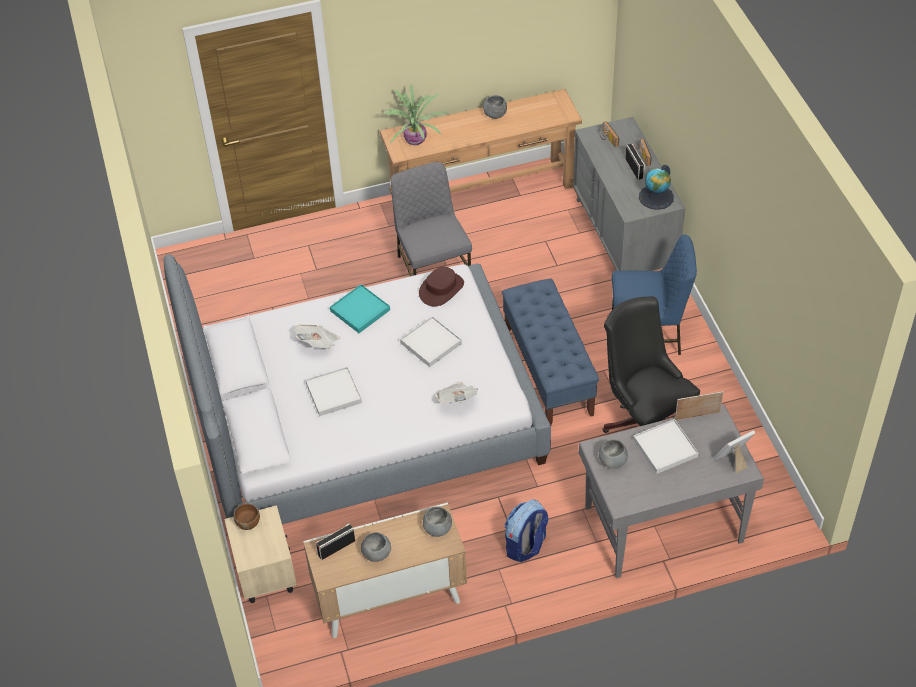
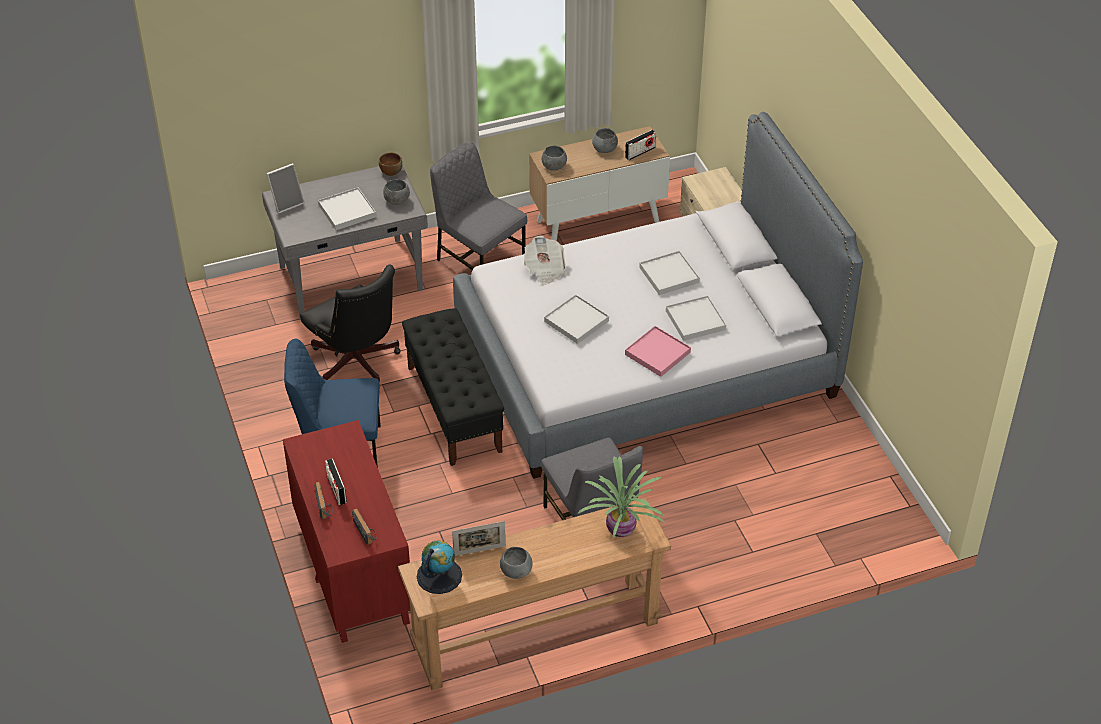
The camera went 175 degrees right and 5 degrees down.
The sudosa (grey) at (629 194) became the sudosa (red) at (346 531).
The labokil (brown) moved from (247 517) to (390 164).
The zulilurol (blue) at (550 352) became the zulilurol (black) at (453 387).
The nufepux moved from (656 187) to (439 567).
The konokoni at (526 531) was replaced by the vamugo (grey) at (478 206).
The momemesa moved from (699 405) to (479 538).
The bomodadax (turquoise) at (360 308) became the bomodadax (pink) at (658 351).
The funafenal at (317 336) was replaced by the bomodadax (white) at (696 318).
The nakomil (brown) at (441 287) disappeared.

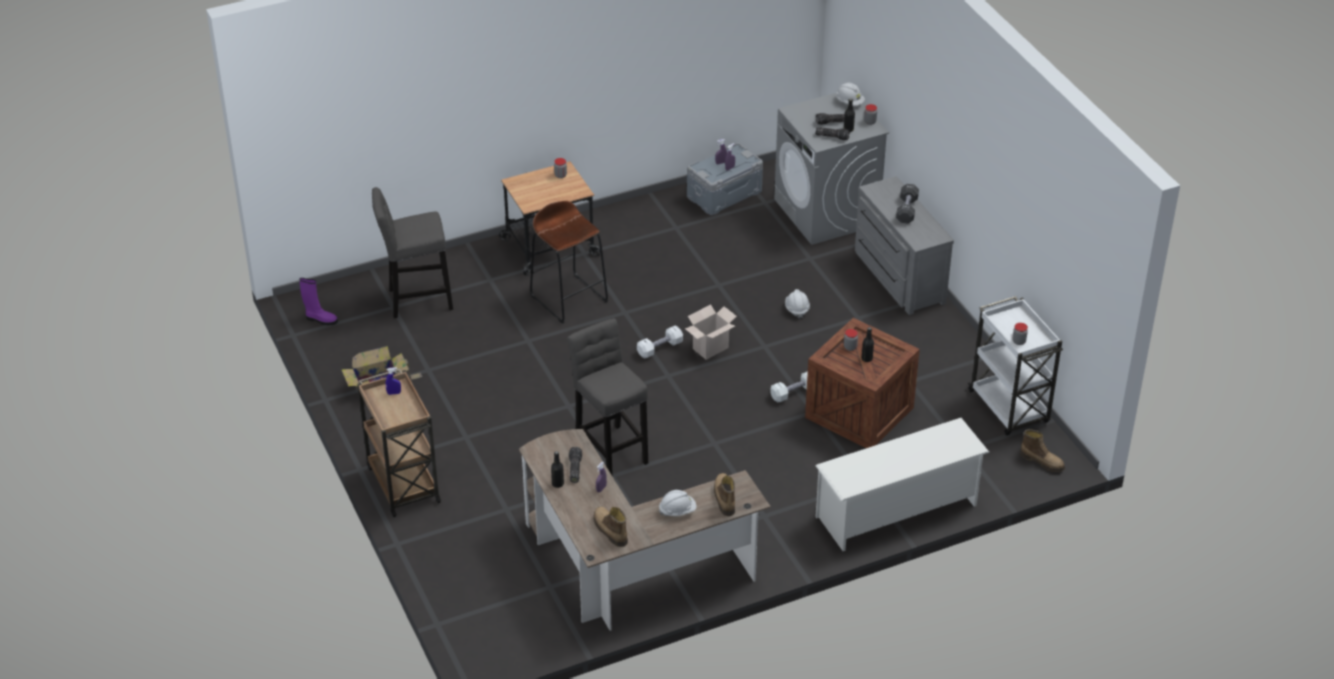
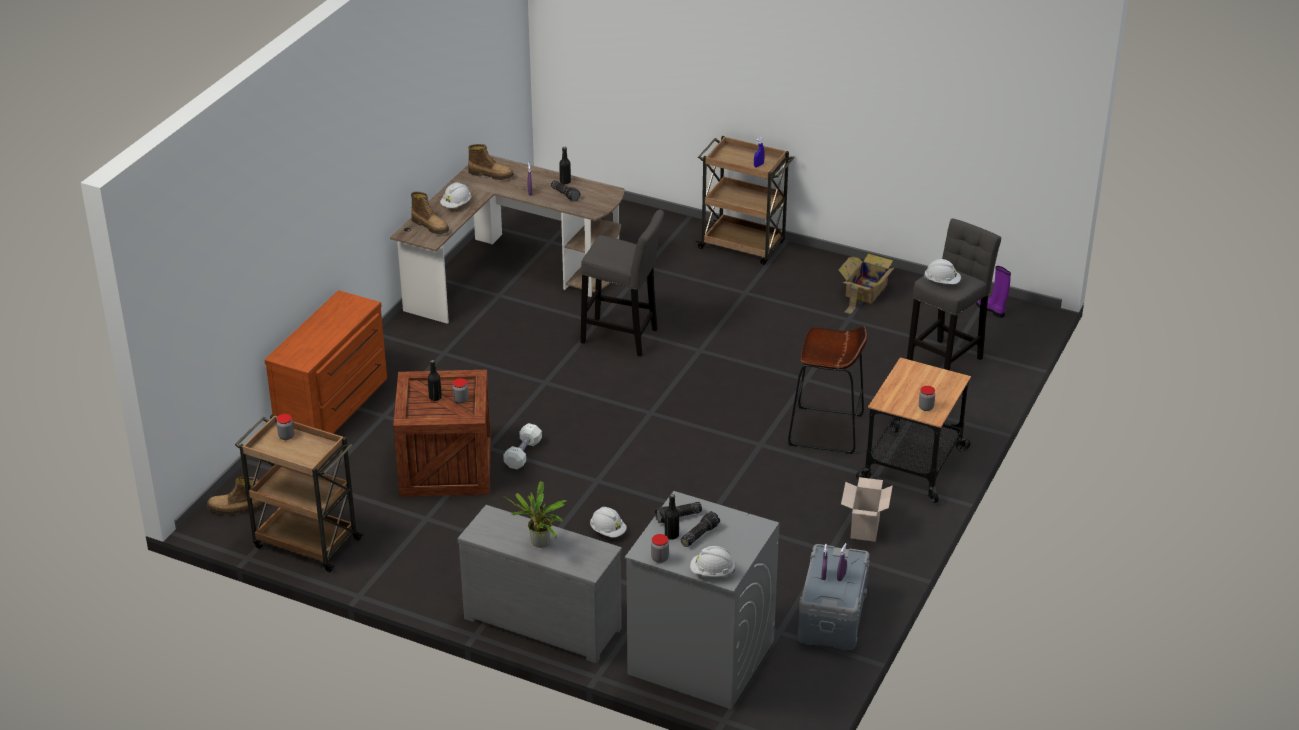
The camera went 140 degrees right and 5 degrees down.
The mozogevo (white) at (1015 365) became the mozogevo (brown) at (299 493).
The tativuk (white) at (902 484) was replaced by the sudosa (brown) at (325 362).
The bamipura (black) at (907 203) was replaced by the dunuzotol at (535 514).
The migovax moved from (711 332) to (867 509).
The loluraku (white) at (942 271) appeared.
The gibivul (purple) at (318 301) turned 75 degrees clockwise.
The bamipura (white) at (660 342) disappeared.

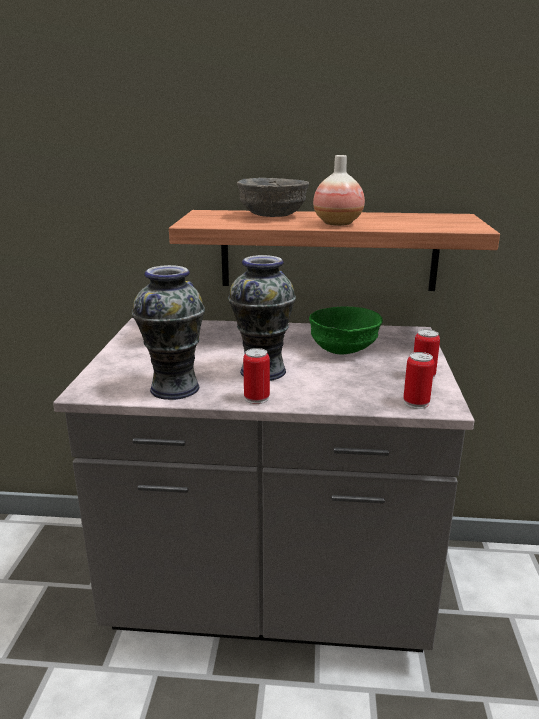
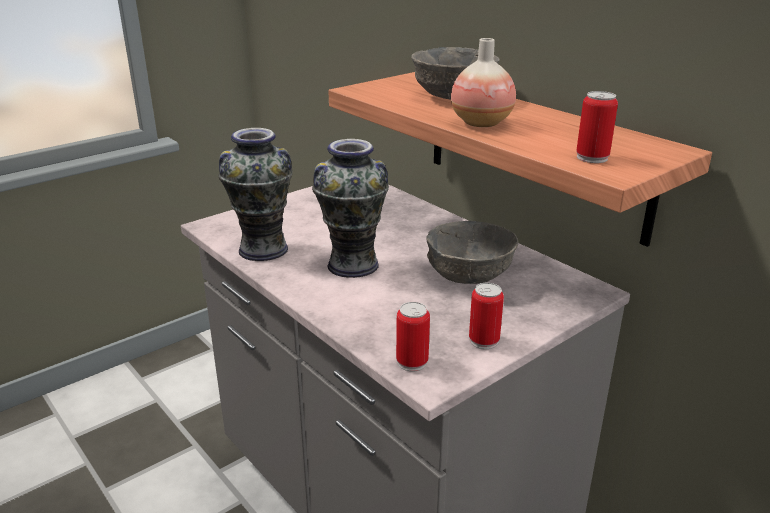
The camera went 45 degrees right and 5 degrees up.
The labokil (green) at (346 330) became the labokil (grey) at (472 252).
The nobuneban moved from (256 376) to (597 127).

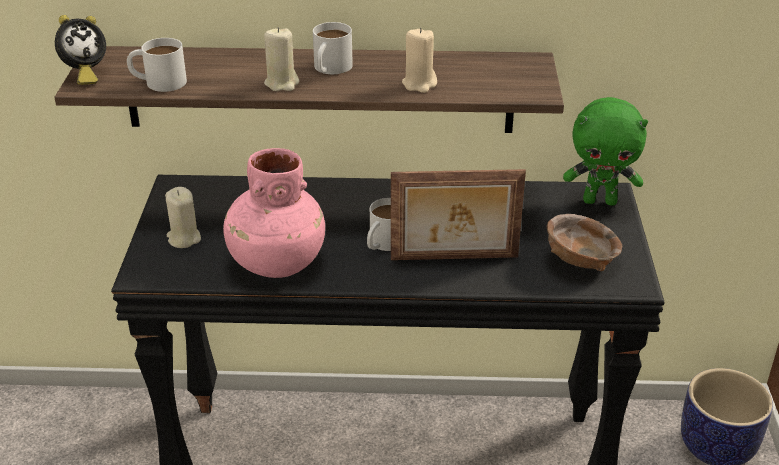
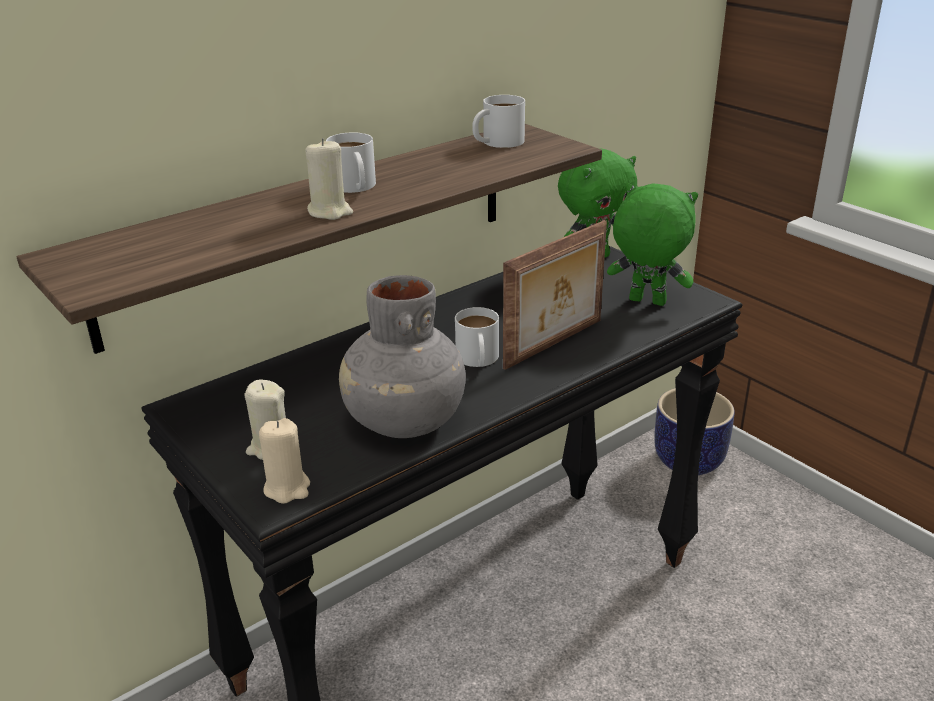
The camera went 40 degrees left and 5 degrees down.
The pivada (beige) moved from (419 60) to (284 461).
The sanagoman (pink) at (274 213) became the sanagoman (grey) at (402 356).
The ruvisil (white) moved from (157 65) to (498 121).
The labokil (brown) at (584 242) was replaced by the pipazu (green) at (652 244).
The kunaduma at (80 50) disappeared.

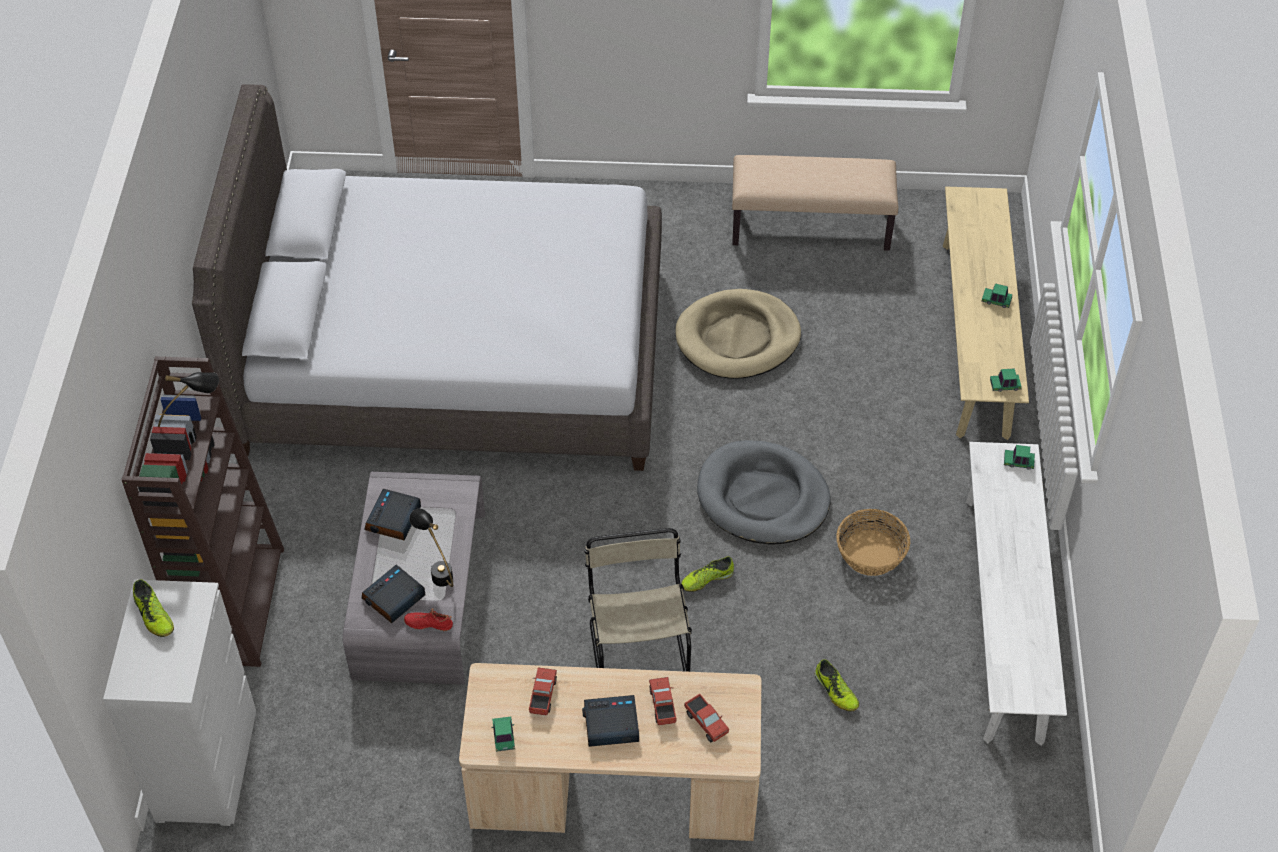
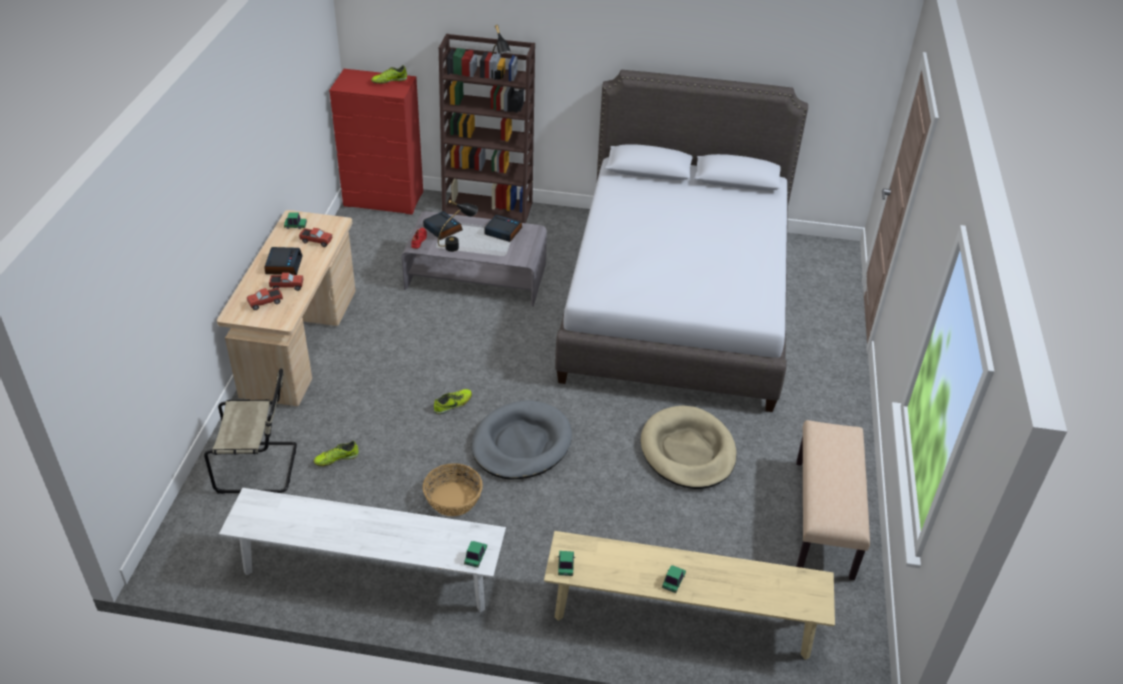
The camera went 95 degrees right and 10 degrees down.
The vamugo (beige) moved from (638 600) to (250 431).
The sudosa (white) at (179 702) became the sudosa (red) at (376 142).
The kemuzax at (707 574) turned 75 degrees clockwise.

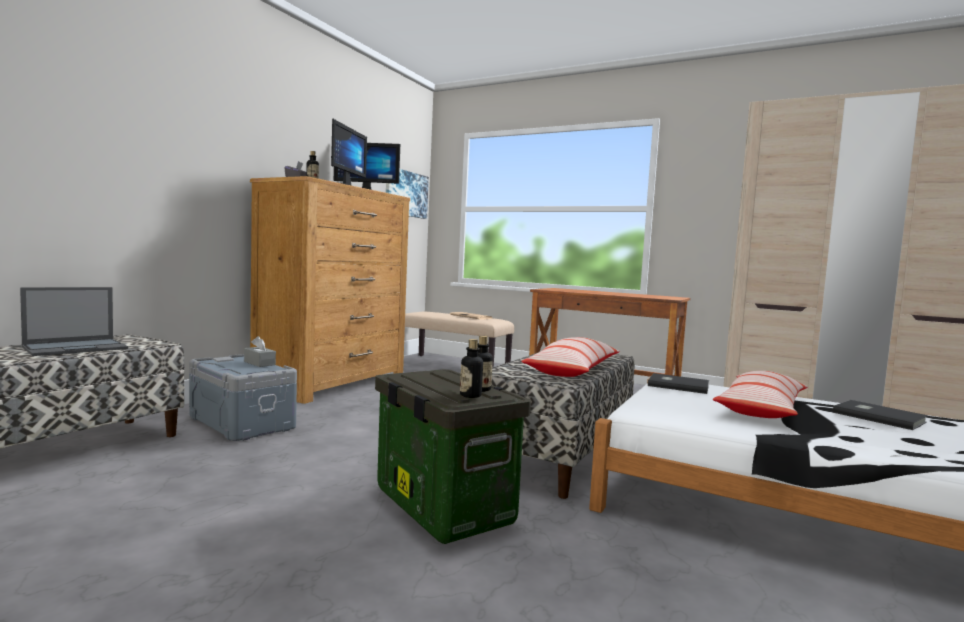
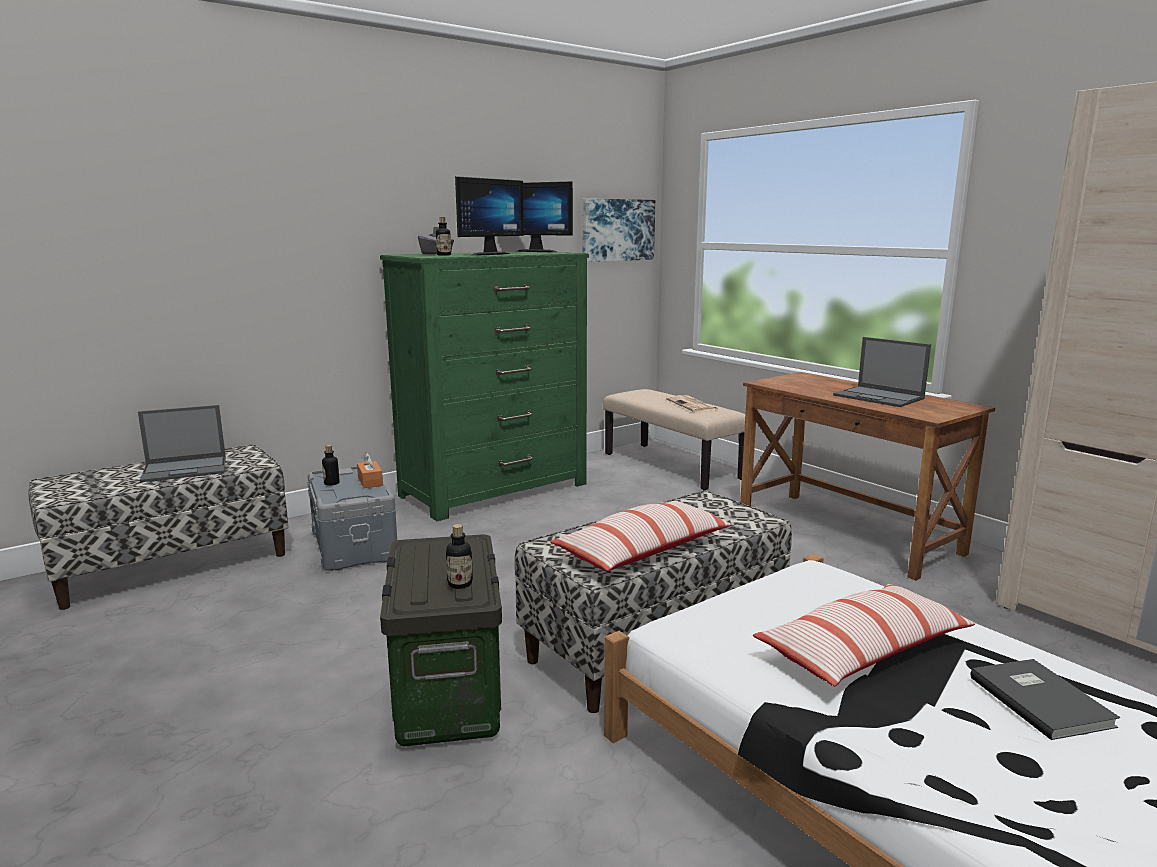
The camera went 25 degrees right and 10 degrees up.
The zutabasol moved from (471 368) to (331 465).
The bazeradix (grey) at (260 351) became the bazeradix (orange) at (370 470).
The sudosa (brown) at (330 290) became the sudosa (green) at (484 386).
The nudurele at (882 372) appeared.
The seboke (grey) at (678 383) disappeared.

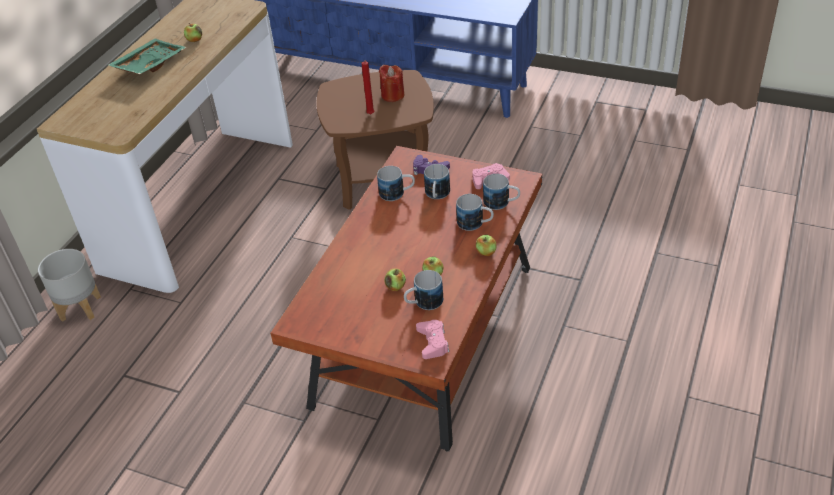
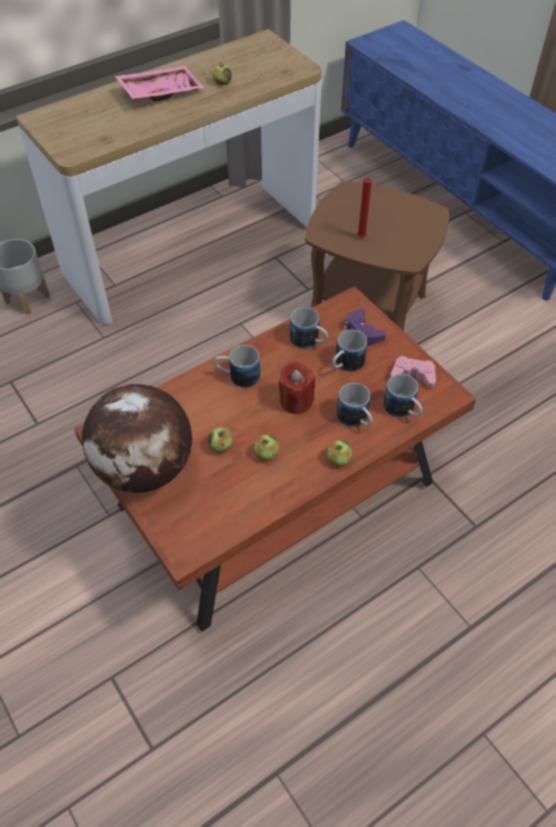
The camera went 30 degrees right and 10 degrees up.
The nufepux at (137 438) appeared.
The bomodadax (green) at (147 56) became the bomodadax (pink) at (159 84).
The ruvisil moved from (423 290) to (237 366).
The pivada (red) moved from (392 83) to (296 387).
The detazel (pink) at (432 339) disappeared.

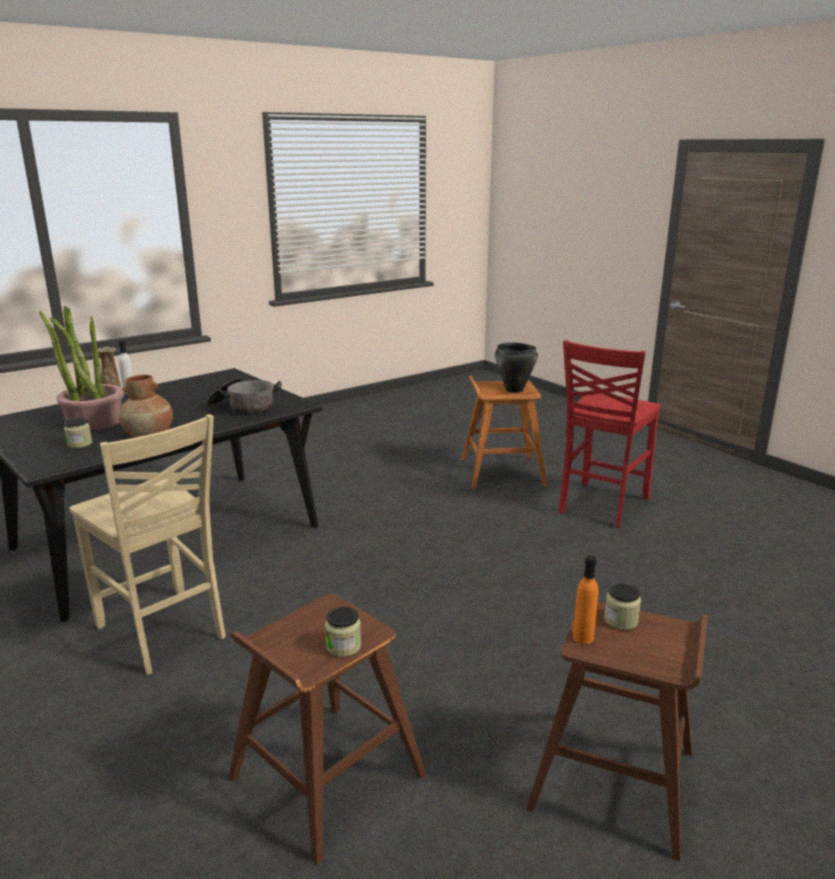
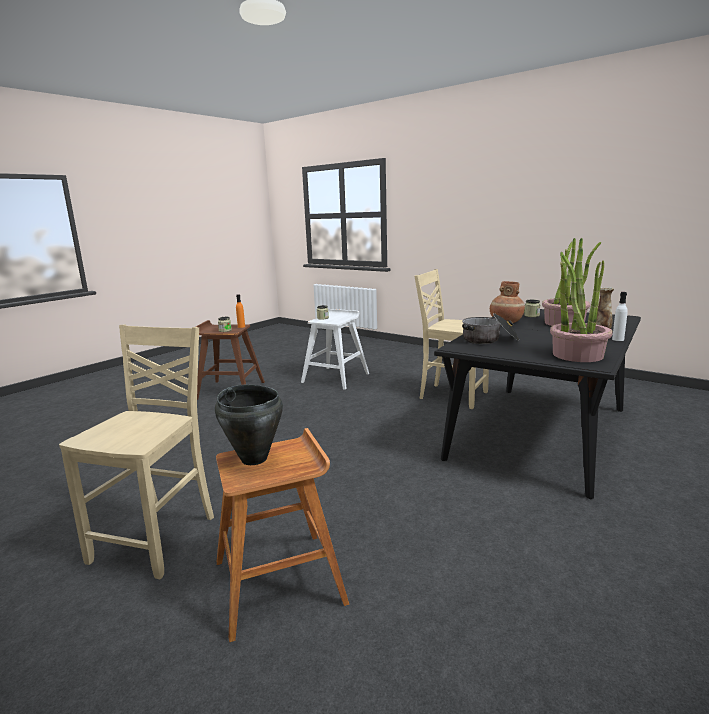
The camera went 165 degrees right and 5 degrees down.
The vamugo (red) at (610 434) became the vamugo (beige) at (136 451).
The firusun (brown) at (327 729) became the firusun (white) at (335 349).
The dunuzotol at (581 304) appeared.

